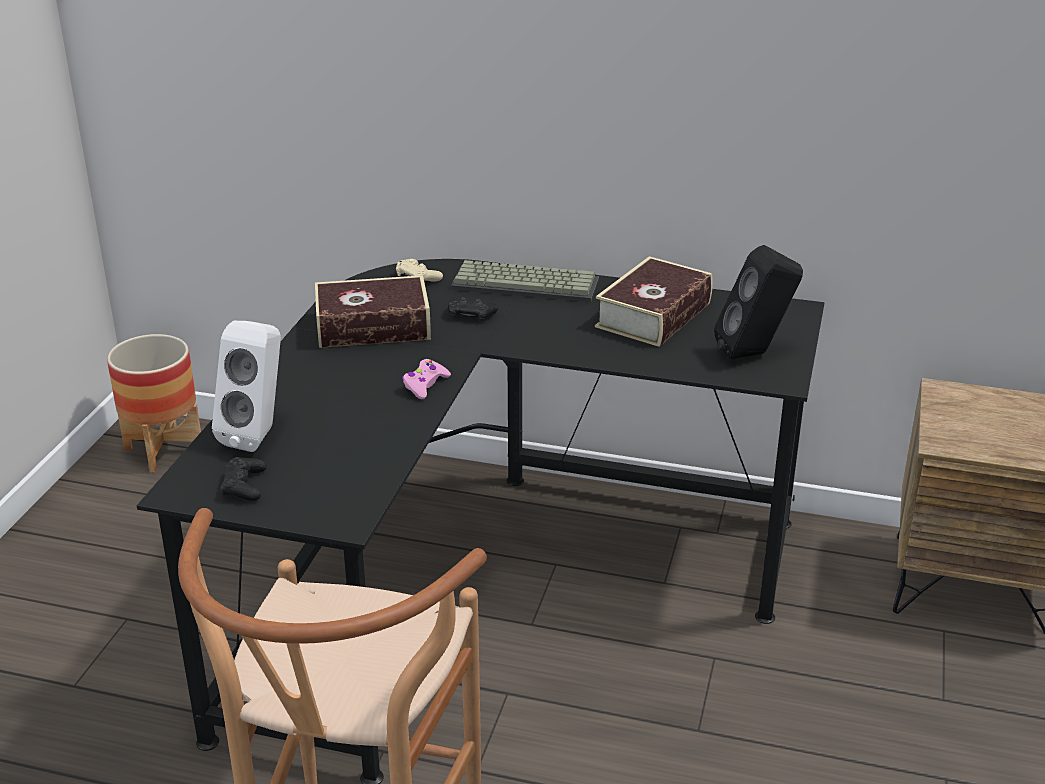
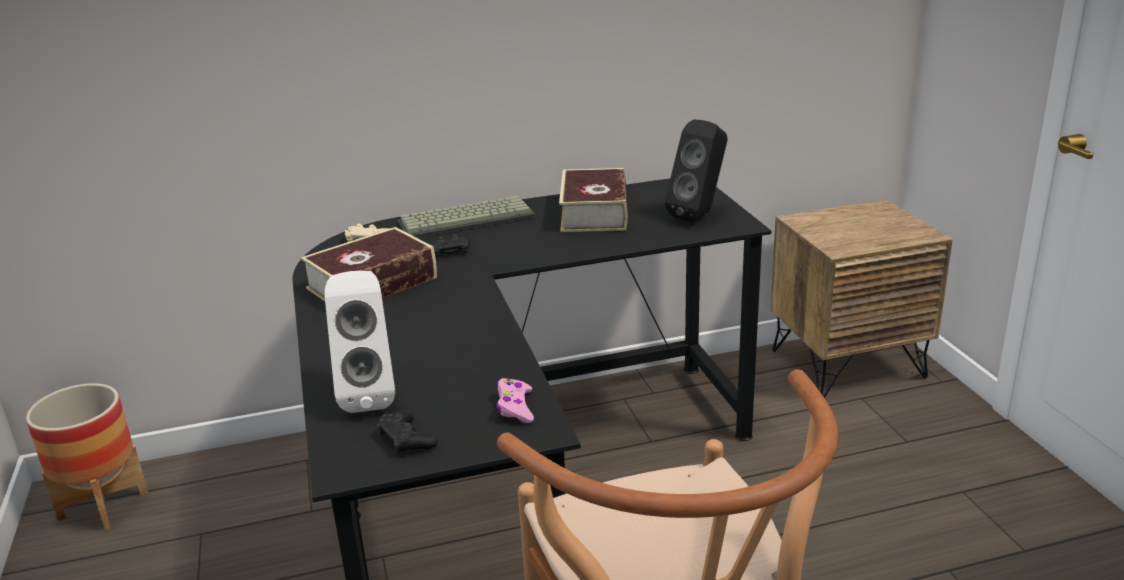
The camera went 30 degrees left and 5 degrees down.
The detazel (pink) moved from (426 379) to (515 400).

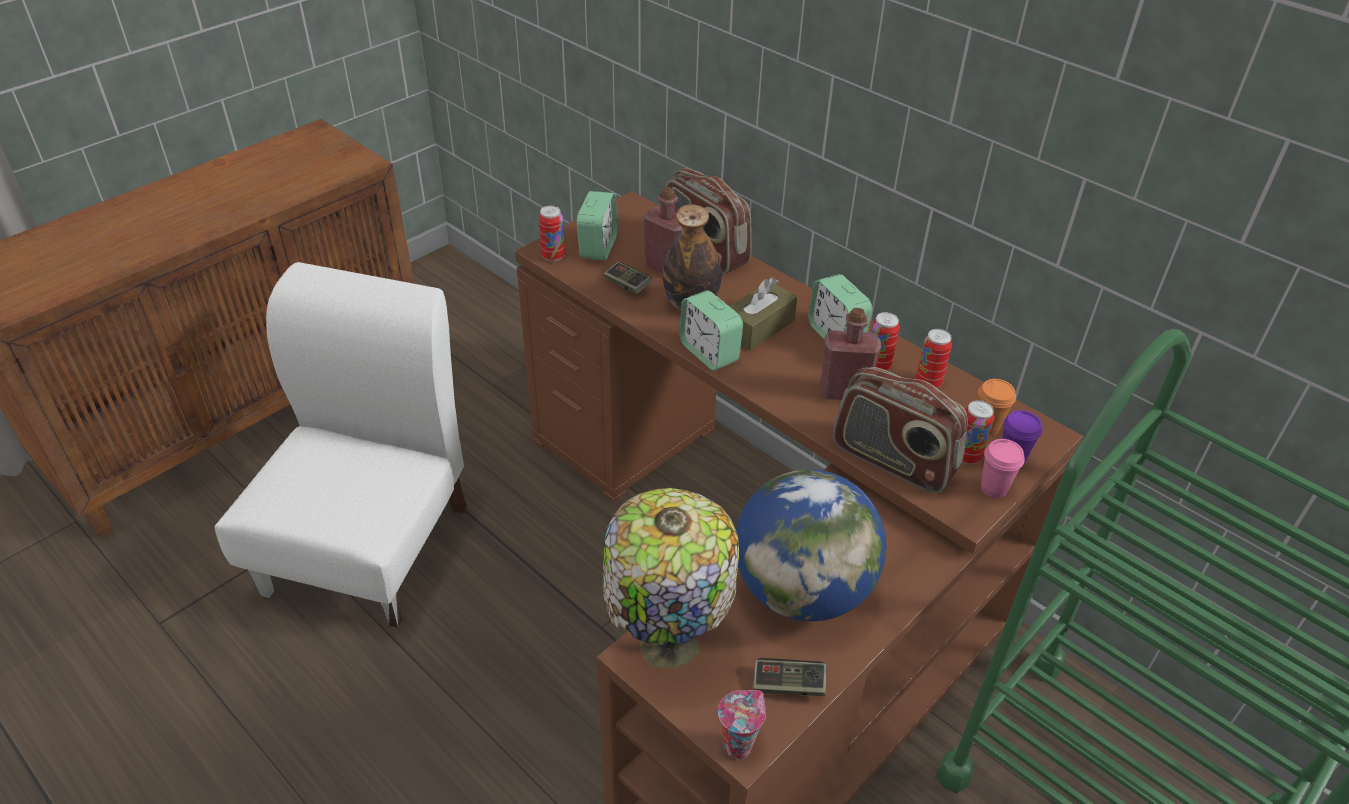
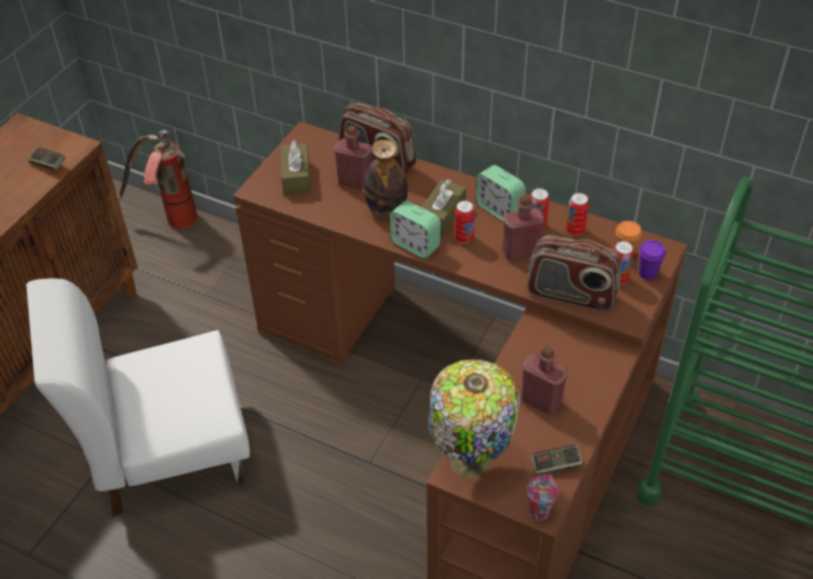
The camera went 15 degrees left and 5 degrees up.
The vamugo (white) at (341 444) turned 105 degrees counterclockwise.
The detazel moved from (627 278) to (47 159).
The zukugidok at (157 179) appeared.
The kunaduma at (597 225) was replaced by the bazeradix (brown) at (295 167).
The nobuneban moved from (552 234) to (464 221).
The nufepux at (811 545) was replaced by the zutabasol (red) at (544 380).
The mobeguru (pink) at (1003 468) disappeared.

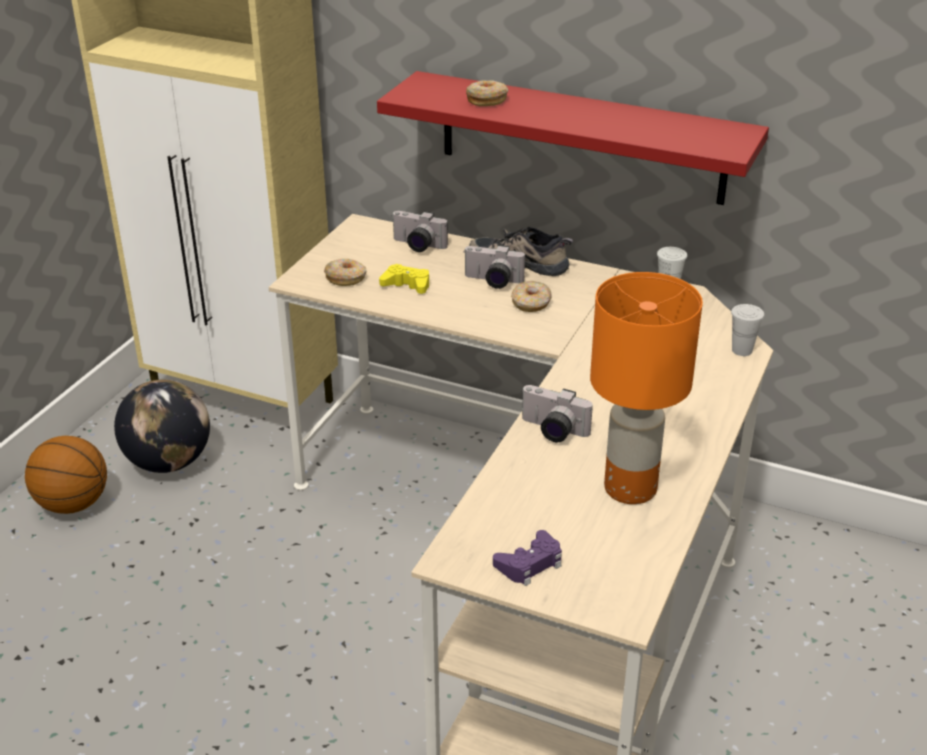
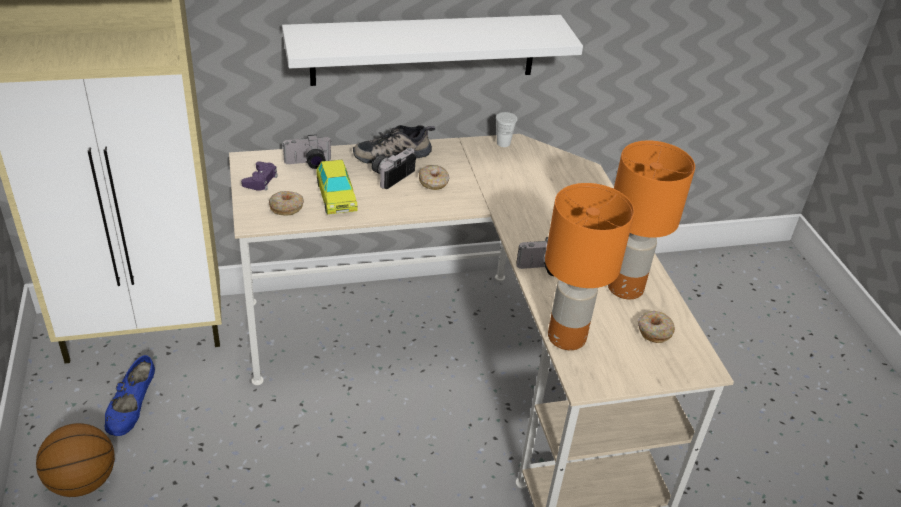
The camera went 40 degrees left and 5 degrees up.
The nufepux at (162 426) was replaced by the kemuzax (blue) at (130 395).
The detazel (purple) moved from (527 558) to (259 176).
The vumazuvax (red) at (573 138) became the vumazuvax (white) at (432 50).
The detazel (yellow) at (404 279) was replaced by the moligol at (337 187).
The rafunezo at (495 267) turned 150 degrees clockwise.
The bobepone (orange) at (589 266) appeared.
The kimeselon moved from (487 93) to (656 327).
The mobeguru (white) at (747 330) disappeared.

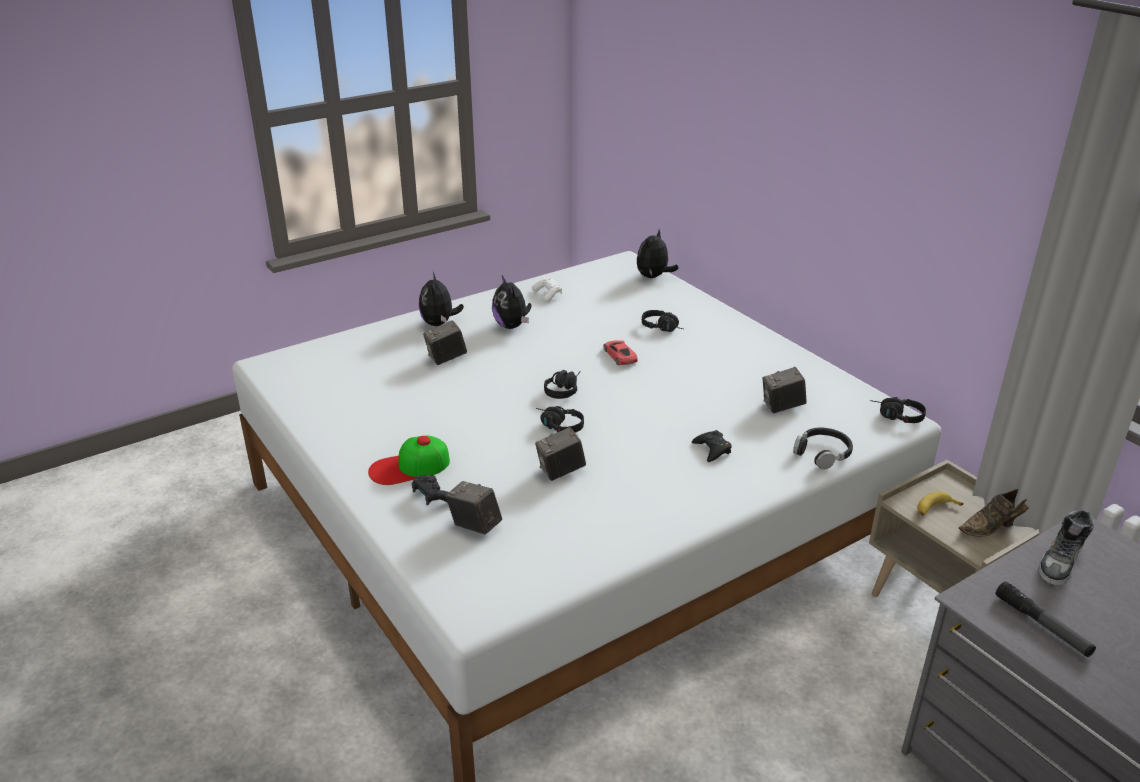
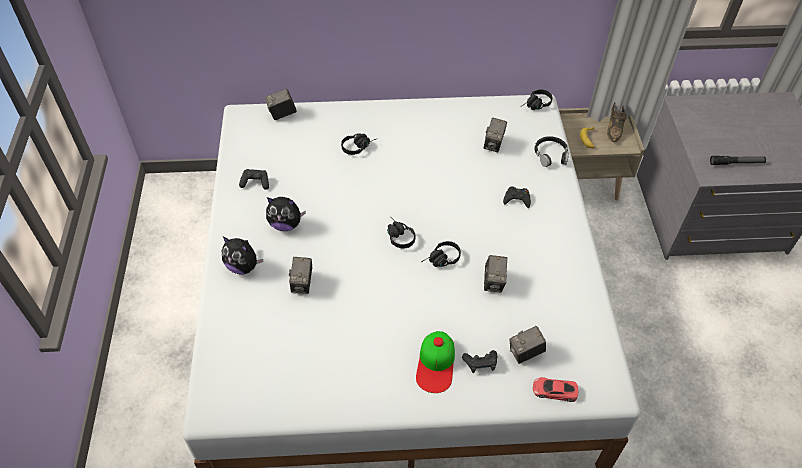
The camera went 60 degrees left and 20 degrees up.
The detazel (white) at (547 289) became the detazel (black) at (254 179).
The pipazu at (658 254) was replaced by the rafunezo at (281 104).
The moligol (red) moved from (620 352) to (556 389).
The kemuzax at (1066 548) disappeared.

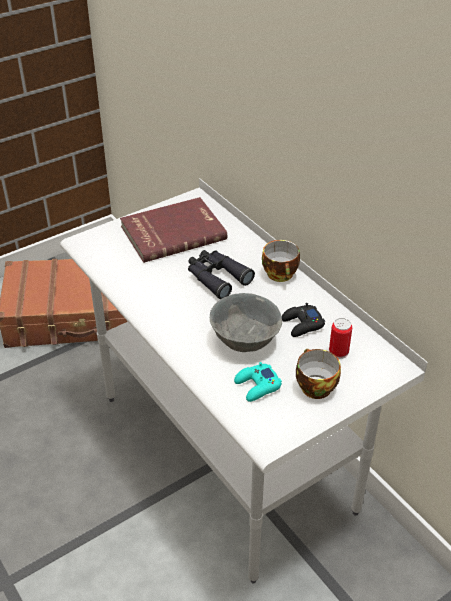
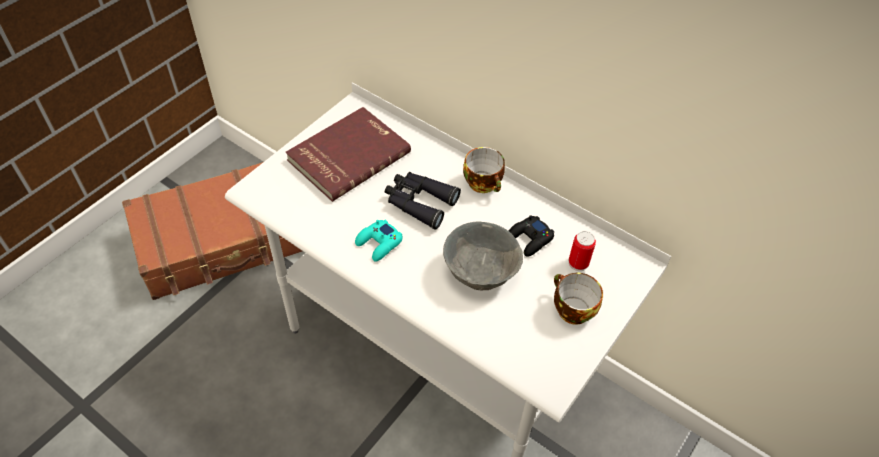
The camera went 20 degrees left and 10 degrees up.
The detazel (turquoise) moved from (258 382) to (379 241).

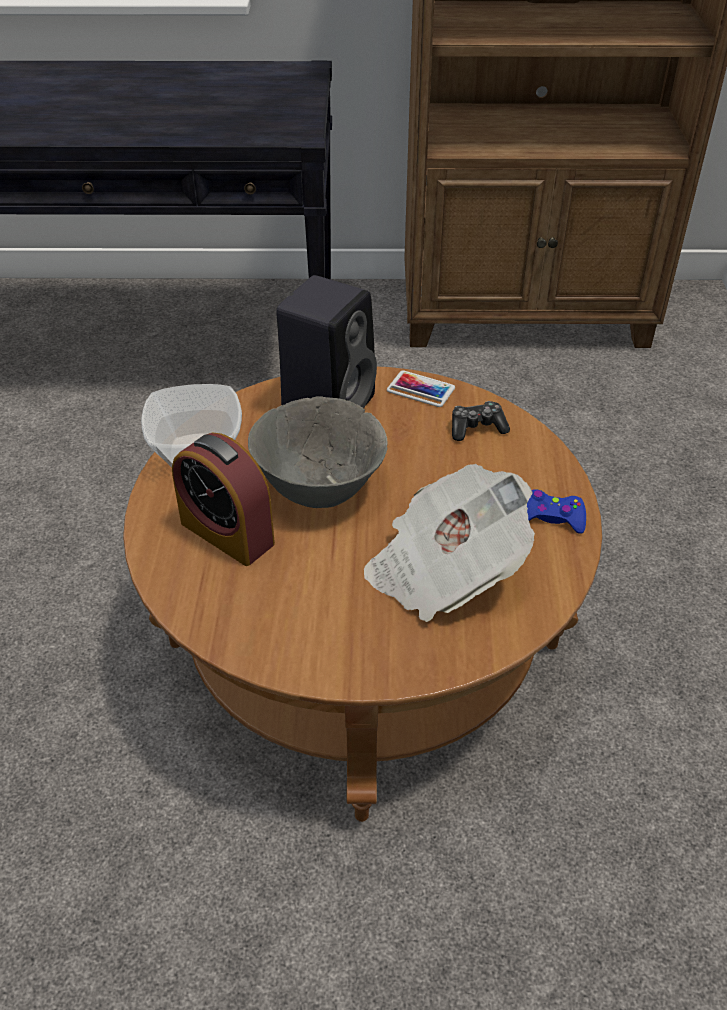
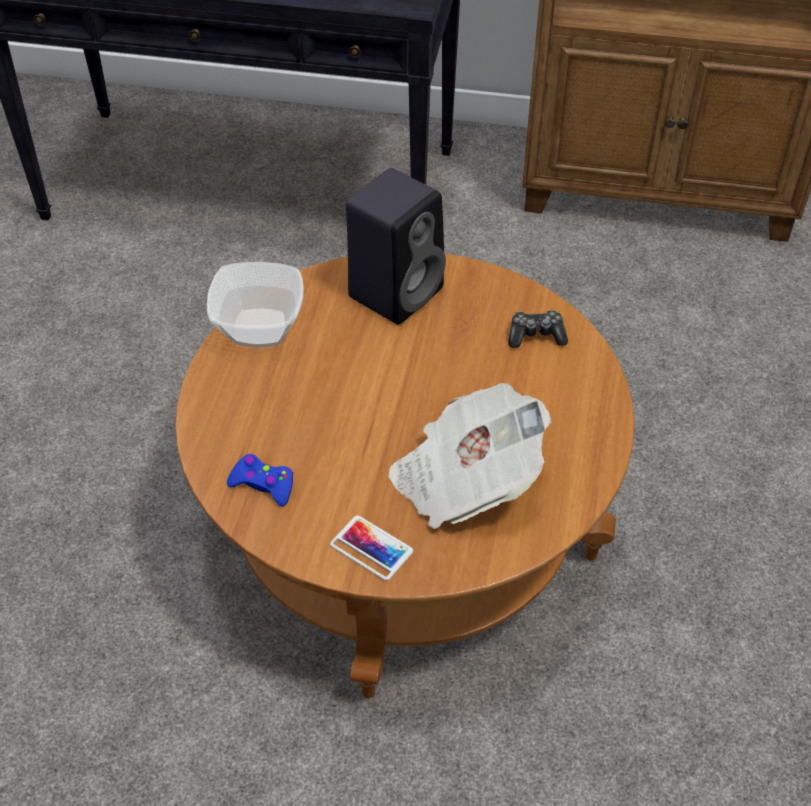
The camera went 10 degrees right and 5 degrees up.
The detazel (blue) moved from (556 511) to (260 480).
The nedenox moved from (421 388) to (371 548).
The kunaduma at (223 499) disappeared.
The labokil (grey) at (318 452) disappeared.

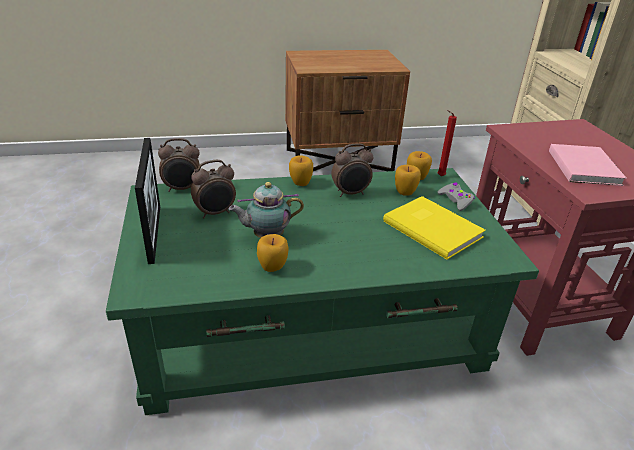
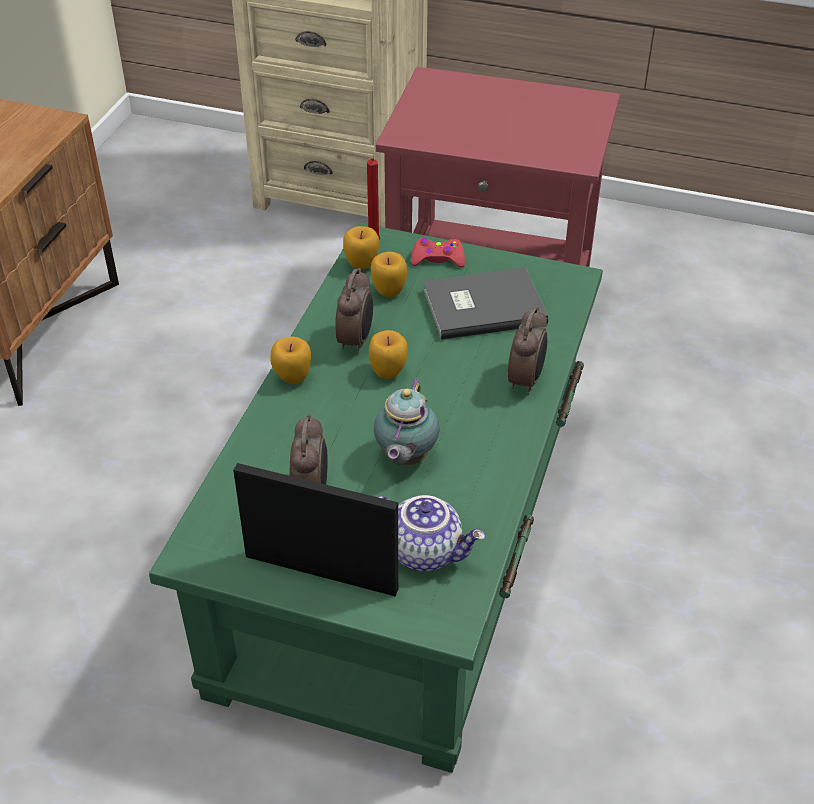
The camera went 60 degrees left and 10 degrees up.
The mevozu moved from (272 253) to (388 354).
The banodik at (431 533) appeared.
The detazel (grey) at (456 197) became the detazel (red) at (438 252).
The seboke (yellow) at (434 228) became the seboke (grey) at (485 303).
The kunaduma moved from (179 165) to (527 351).
The seboke (pink) at (588 165) disappeared.

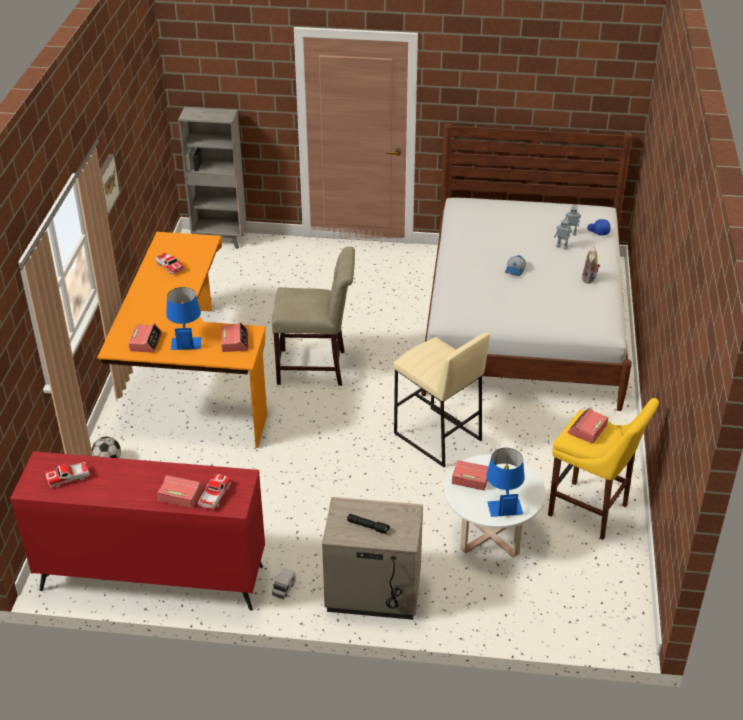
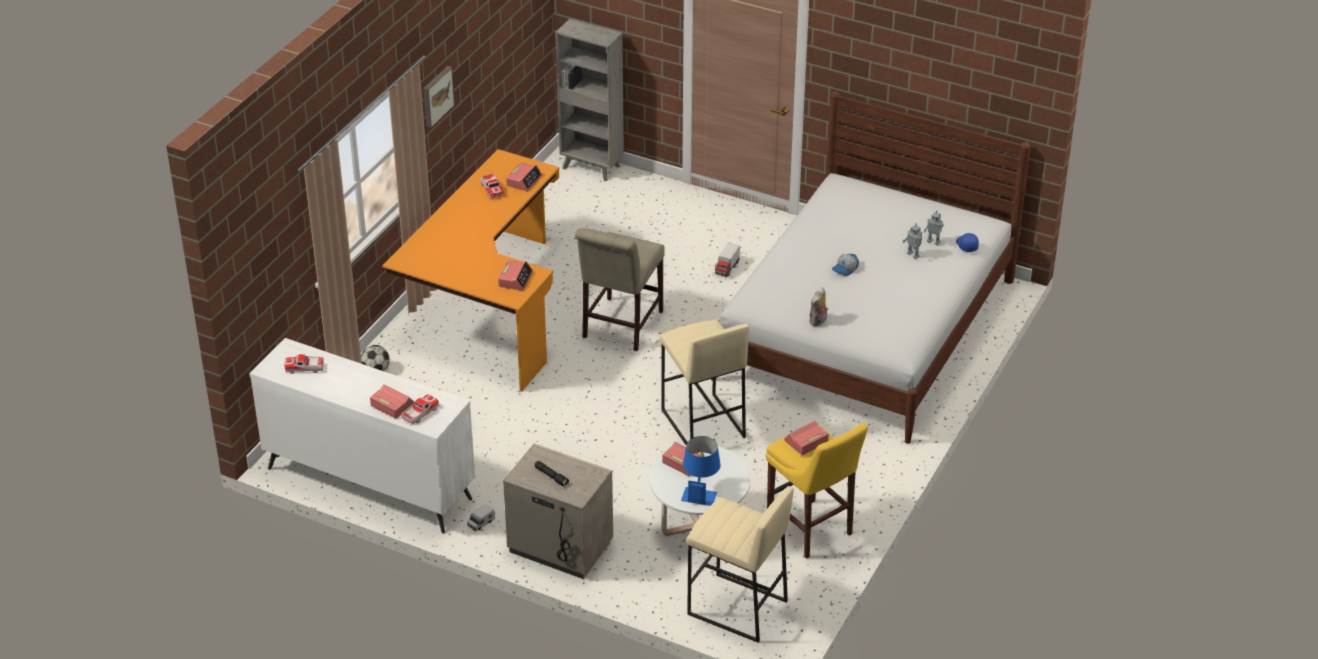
The camera went 20 degrees right and 0 degrees up.
The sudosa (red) at (137 531) became the sudosa (white) at (362 435).
The kunaduma moved from (145 338) to (524 177).
The vamugo (beige) at (313 316) turned 90 degrees clockwise.
The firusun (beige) at (740 564) appeared.
The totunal at (727 260) appeared.
The pipazu moved from (591 265) to (818 306).
The bobepone (blue) at (183 318) disappeared.

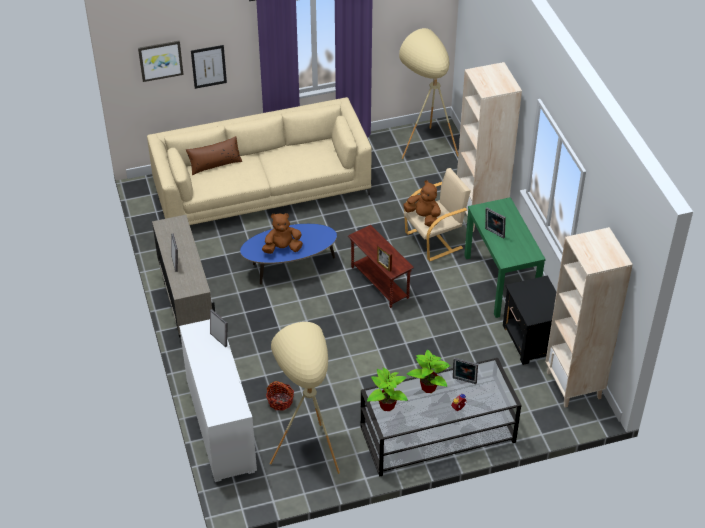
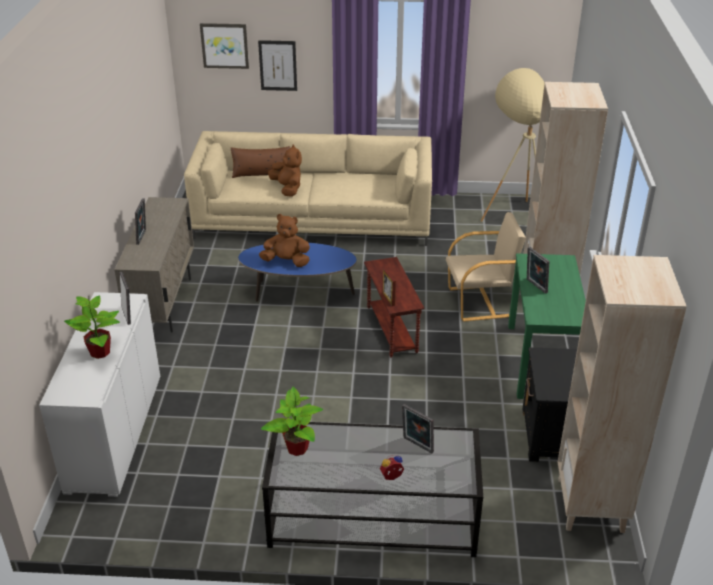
The camera went 20 degrees right and 10 degrees down.
The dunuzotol moved from (428 371) to (92 327).
The pipazu (brown) moved from (422 203) to (285 171).
The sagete at (280 396) disappeared.
The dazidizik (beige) at (305 398) disappeared.

